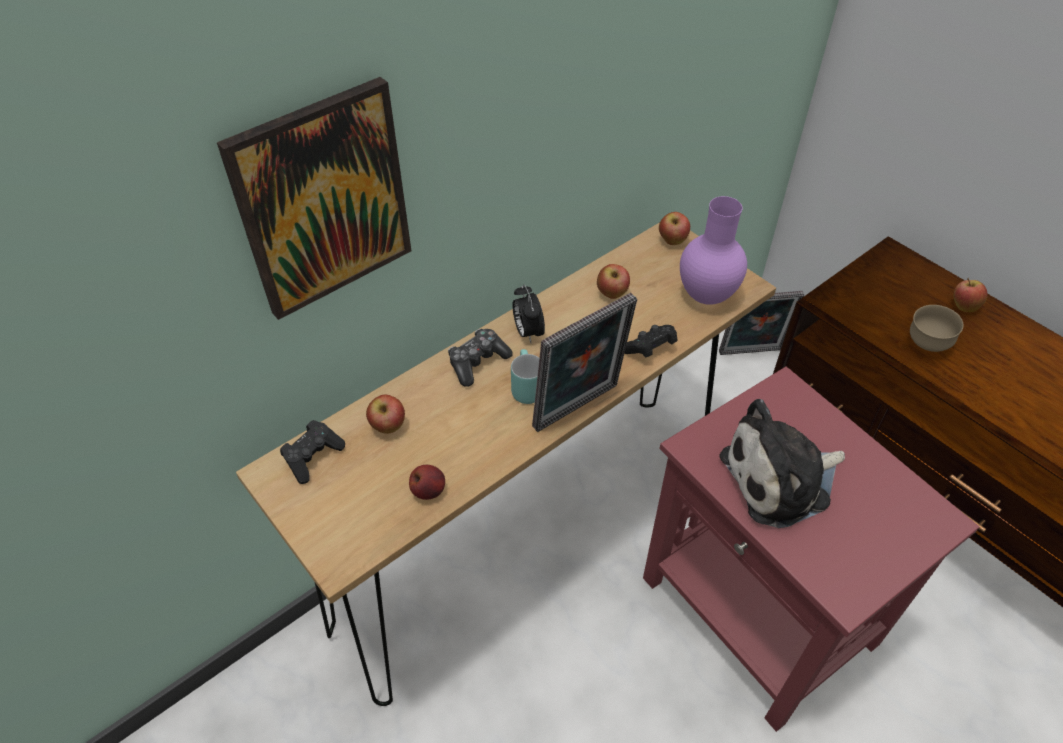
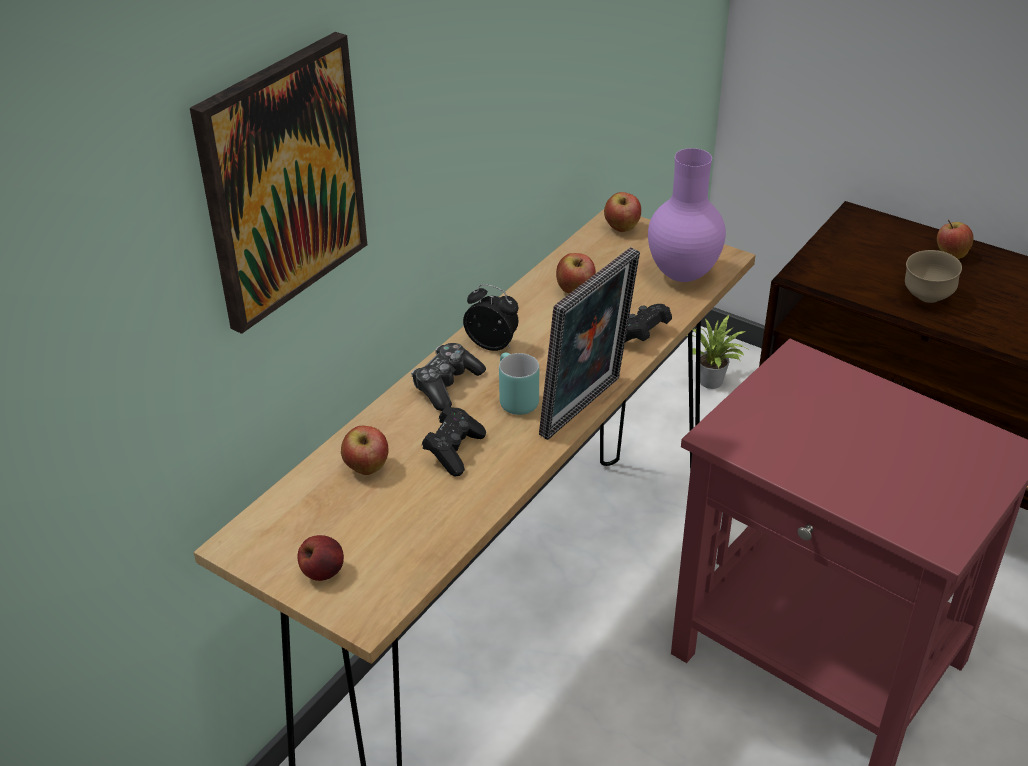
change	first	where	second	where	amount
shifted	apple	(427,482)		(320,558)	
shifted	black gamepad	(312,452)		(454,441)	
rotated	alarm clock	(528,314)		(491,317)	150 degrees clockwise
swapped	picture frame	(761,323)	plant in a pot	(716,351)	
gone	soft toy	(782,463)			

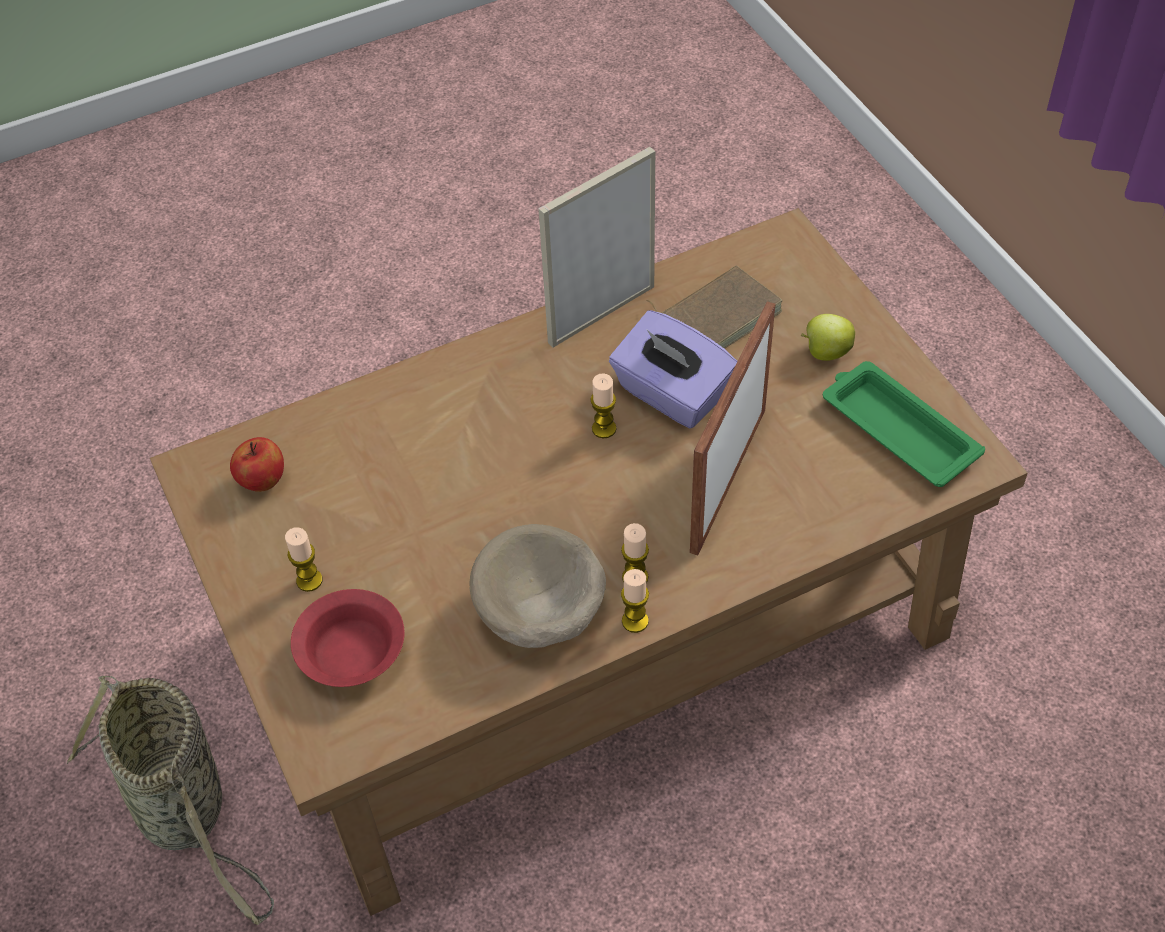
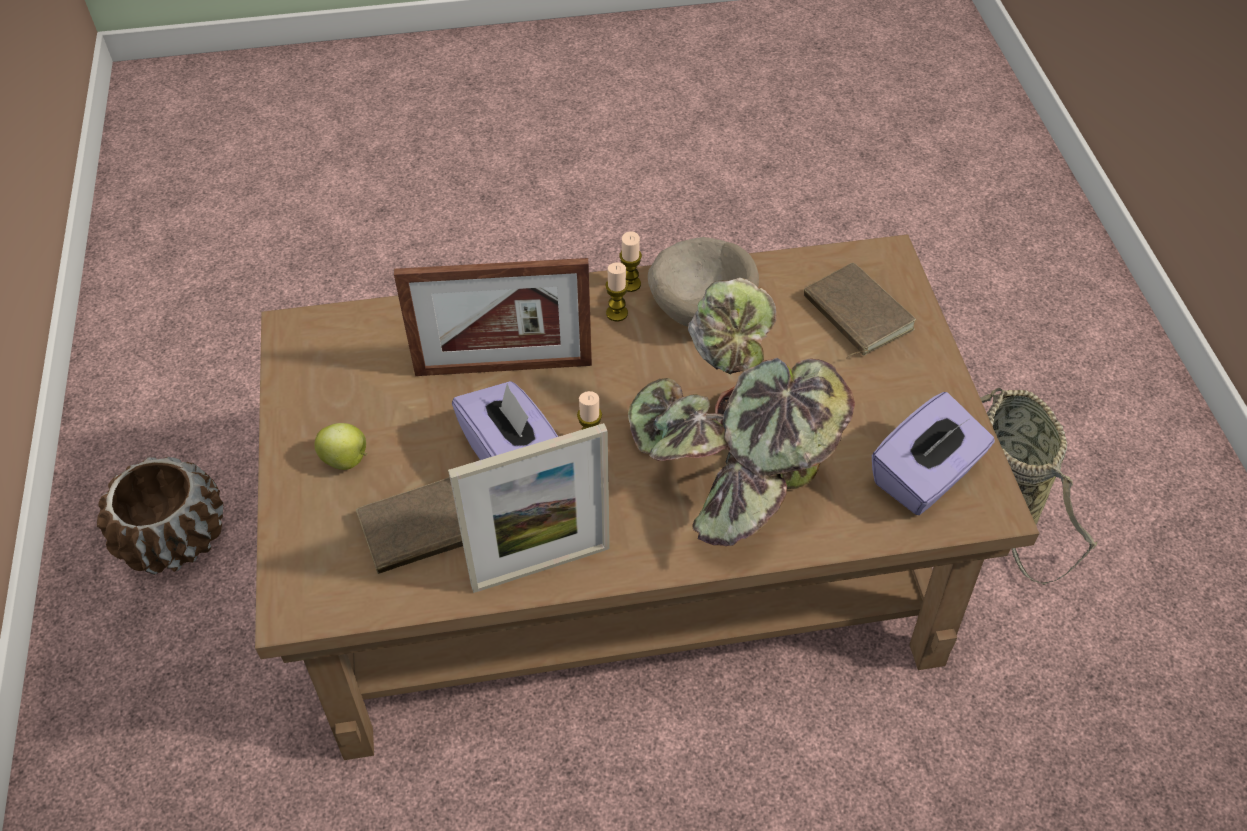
change	first	where	second	where	amount
new			brown-coloured planter	(160,516)	
rotated	picture frame	(732,428)		(493,317)	45 degrees clockwise
new			plant in a pot	(741,412)	
swapped	red serving bowl	(348,638)	brown-coloured book	(860,310)	
swapped	apple	(257,464)	purple tissue box	(933,453)	
gone	candle	(304,560)			
gone	green-coloured tray	(904,424)			

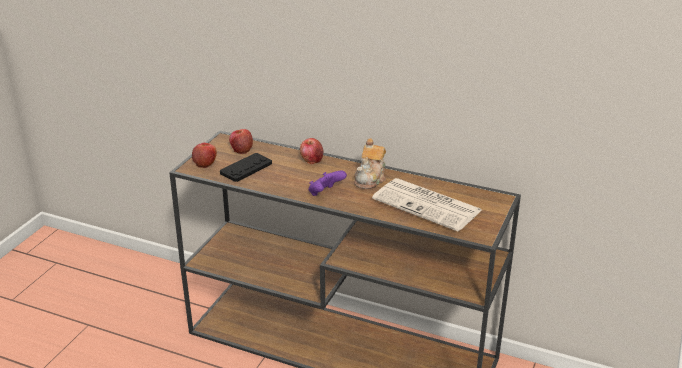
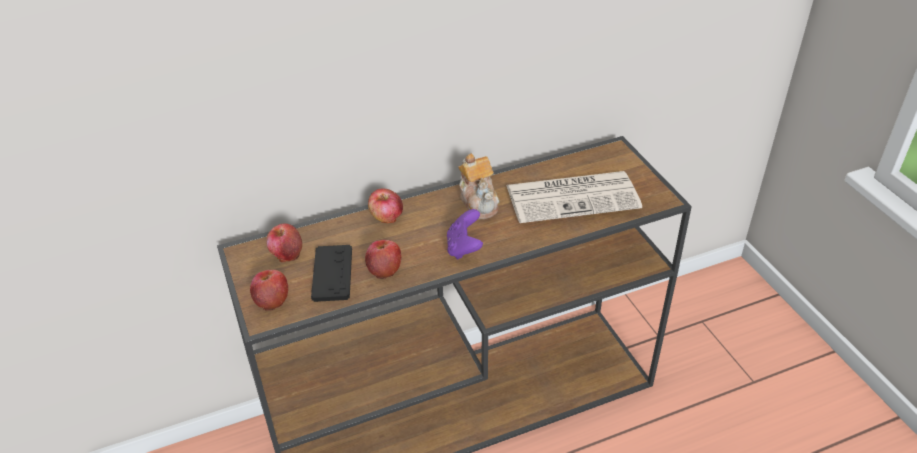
change	first	where	second	where	amount
new			apple	(383,259)	

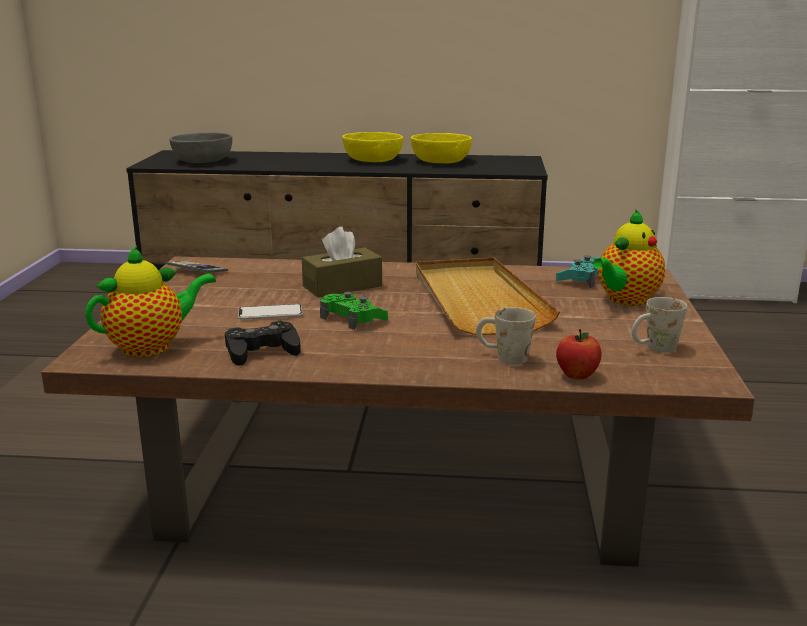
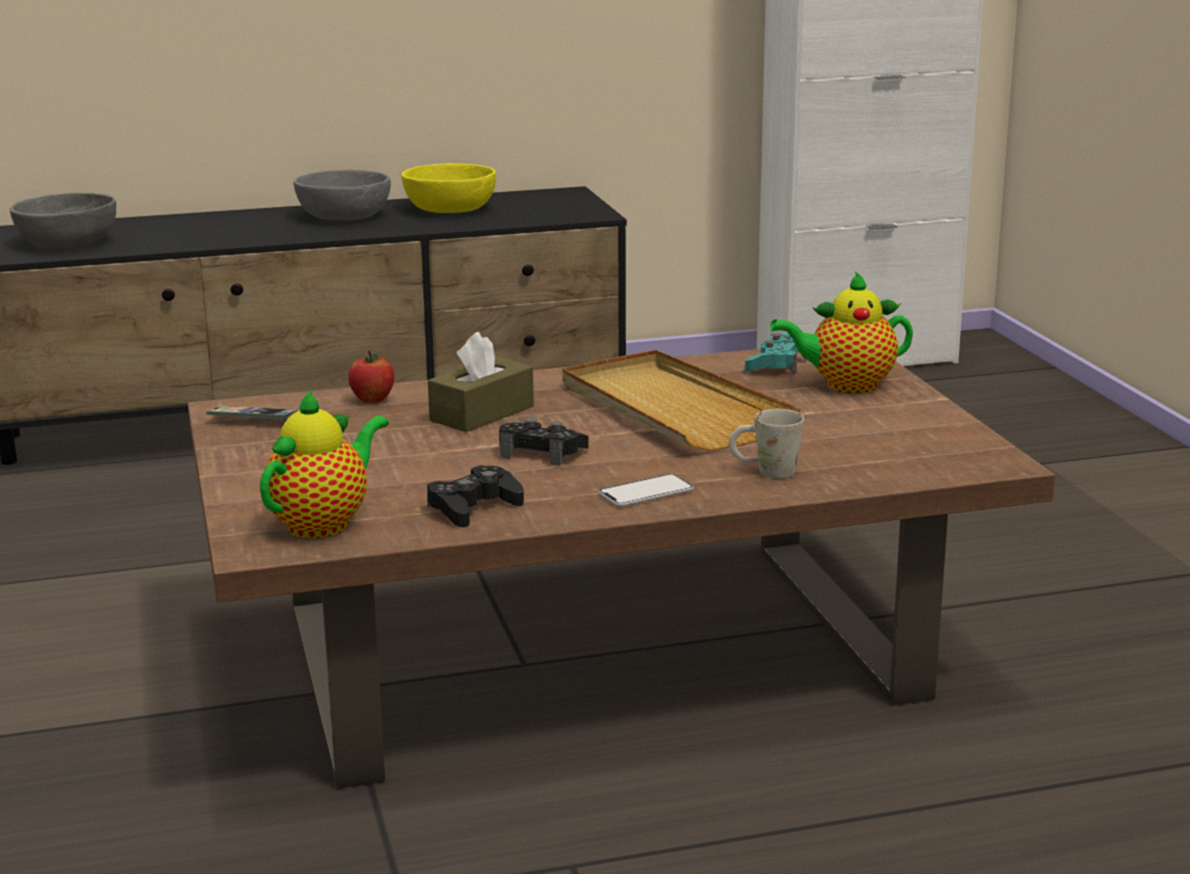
change	first	where	second	where	amount
repainted	yellowish serving bowl	(372,147)	gray serving bowl	(342,195)	
shifted	apple	(579,354)		(371,376)	
repainted	green-coloured gamepad	(354,311)	black gamepad	(544,442)	
shifted	phone	(270,312)		(646,490)	
rotated	pot for tea	(629,258)		(841,332)	60 degrees clockwise
gone	white-coloured tea mug	(659,324)			

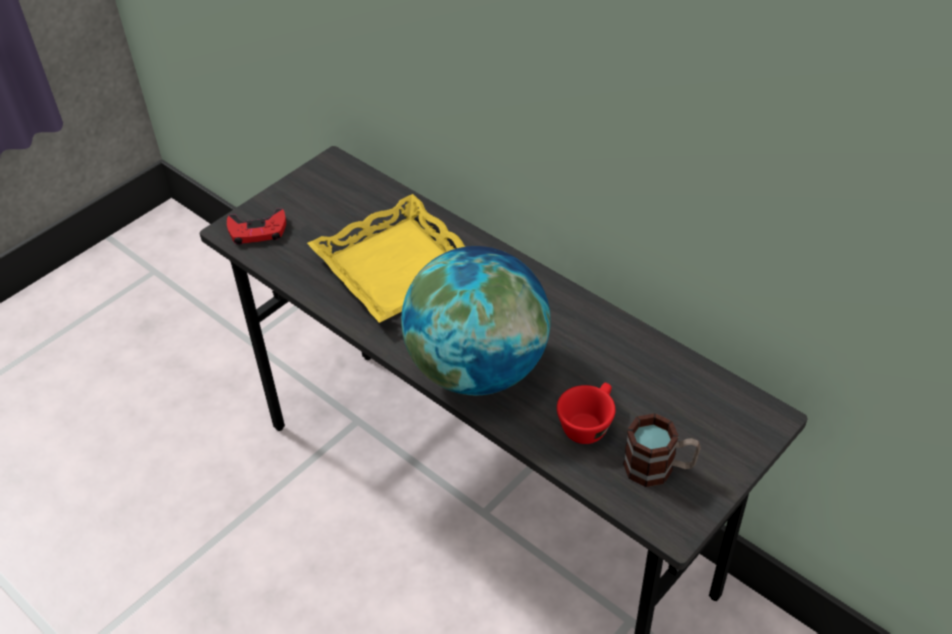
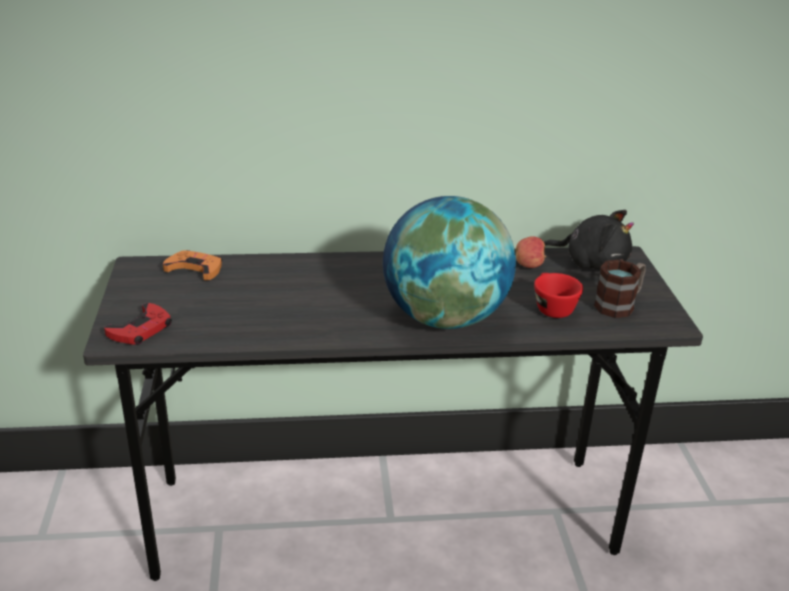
change	first	where	second	where	amount
new			orangey gamepad	(192,265)	
new			apple	(531,252)	
new			black soft toy	(589,239)	
gone	yellowish tray	(386,258)			

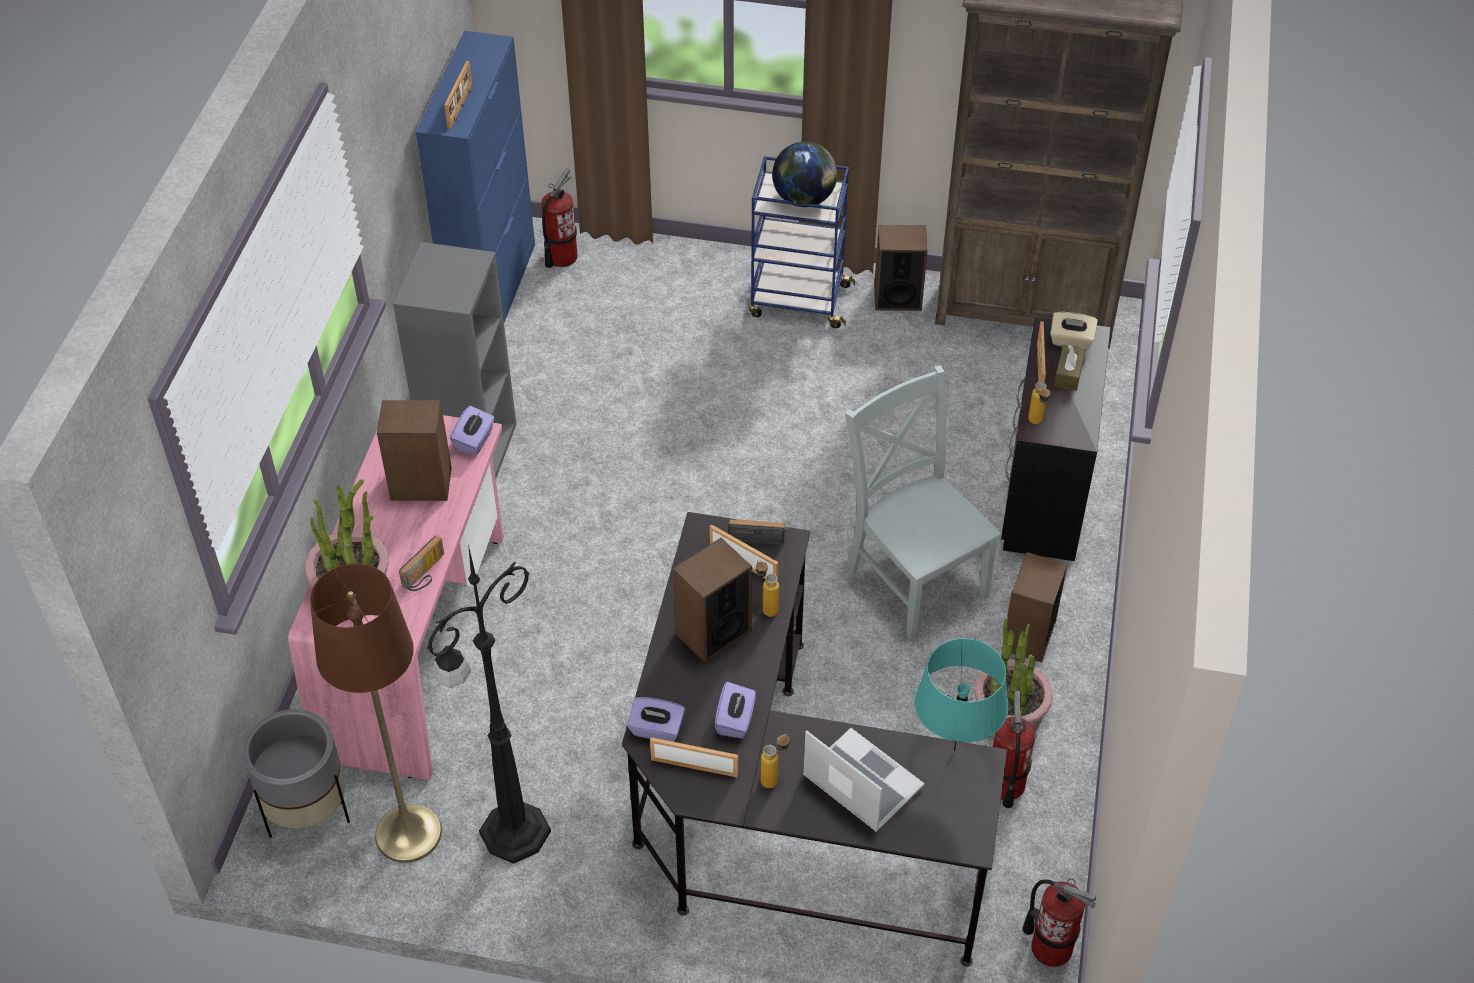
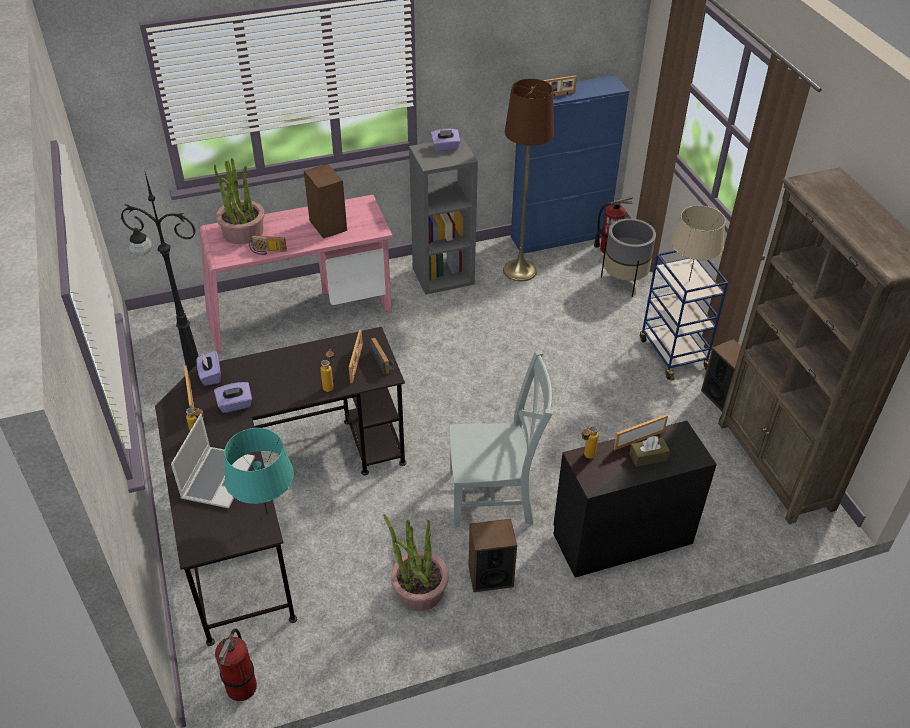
change	first	where	second	where	amount
shifted	purple tissue box	(472,431)		(445,140)	
rotated	gray upright chair	(923,502)		(502,438)	60 degrees clockwise
shifted	brown-coloured standing lamp	(376,713)		(528,180)	
shifted	gray planter	(296,773)		(628,257)	
swapped	desk globe	(804,174)	beige tabletop lamp	(698,243)	
gone	speaker	(712,600)			
gone	fire-fighting cylinder	(1014,749)			
gone	beige tissue box	(1074,331)			

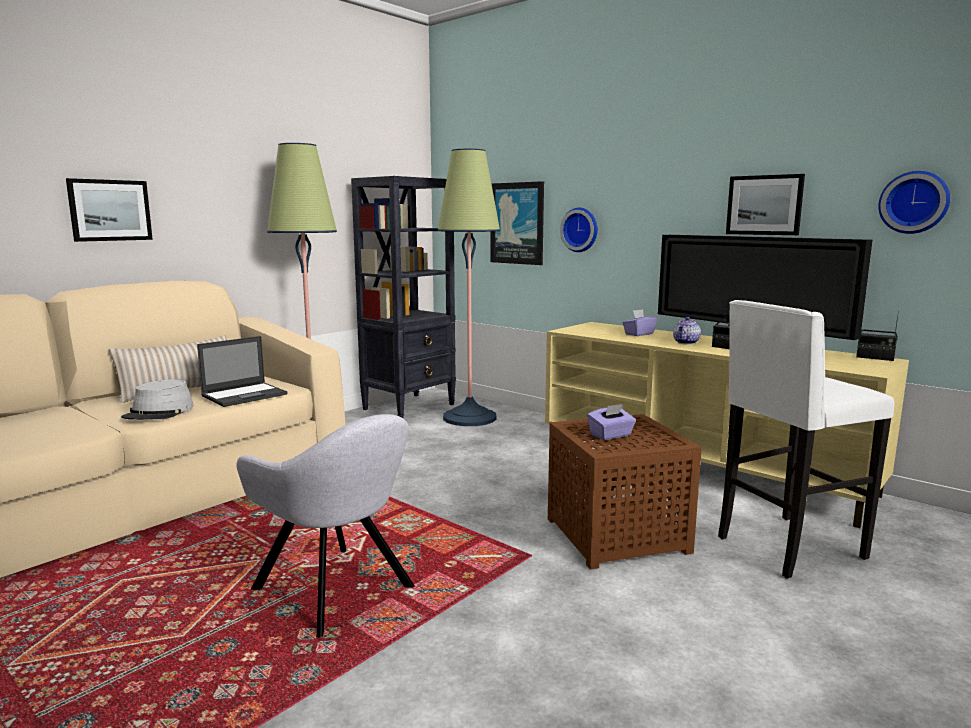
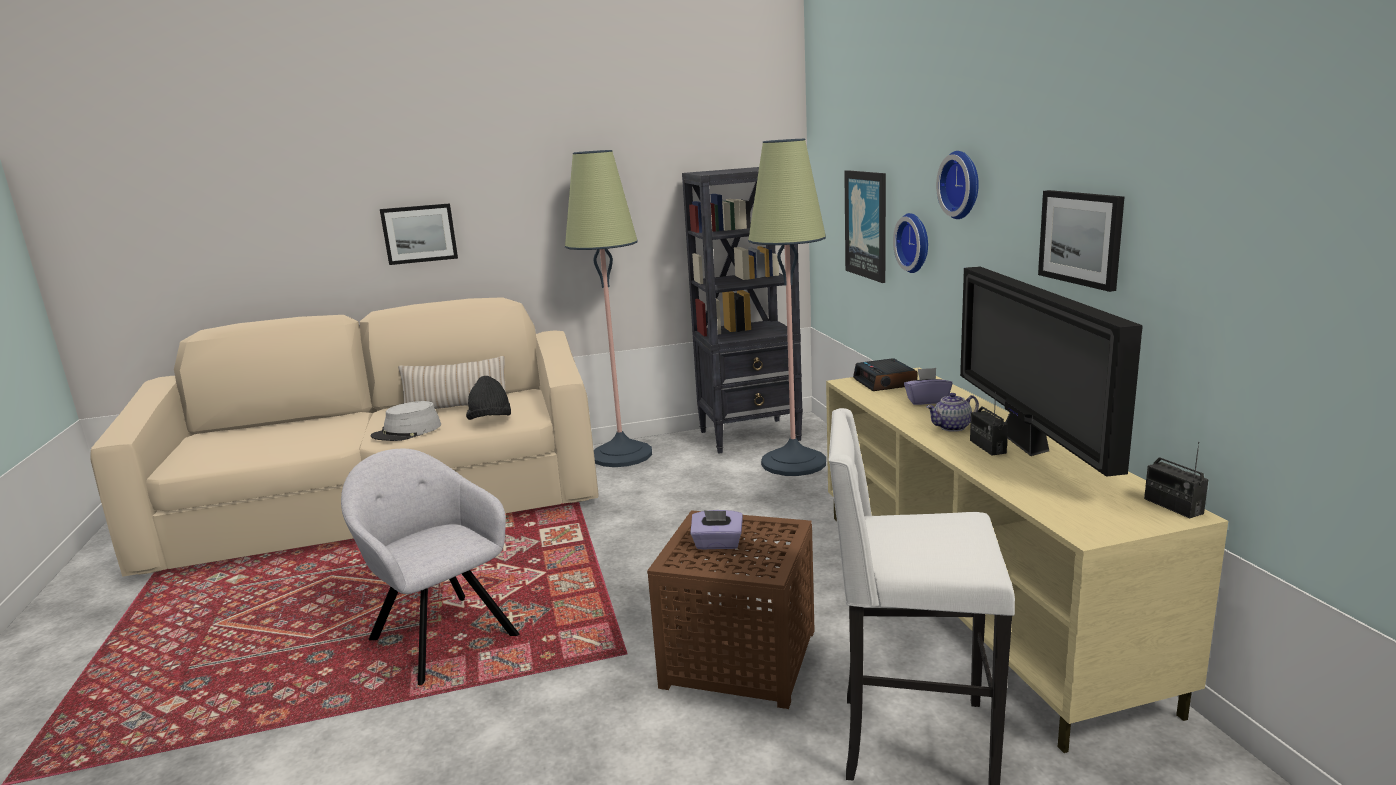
change	first	where	second	where	amount
rotated	gray easy chair	(325,525)		(430,567)	150 degrees clockwise
swapped	portable computer	(242,371)	black clothing hat	(488,398)	
new			alarm clock	(885,374)	
shifted	wall clock	(914,202)		(957,185)	

